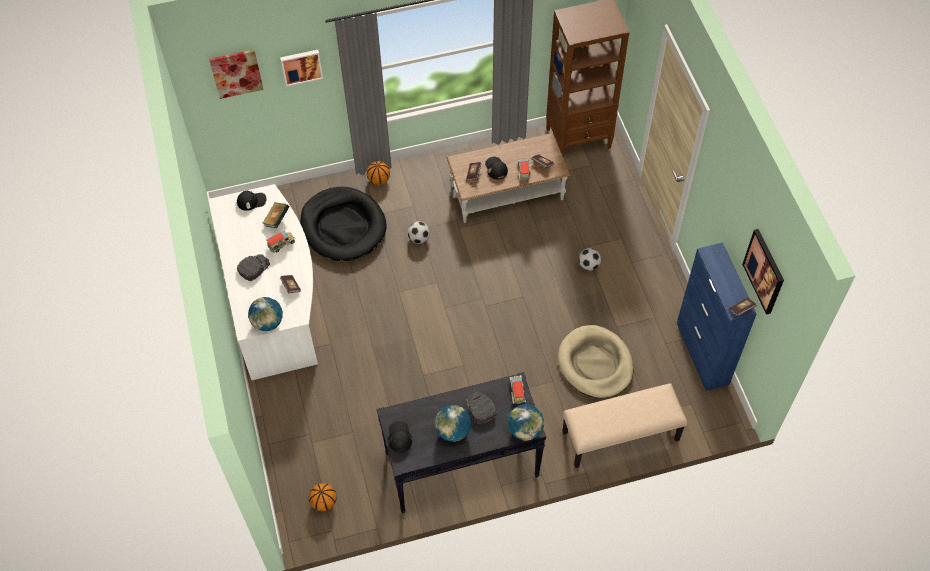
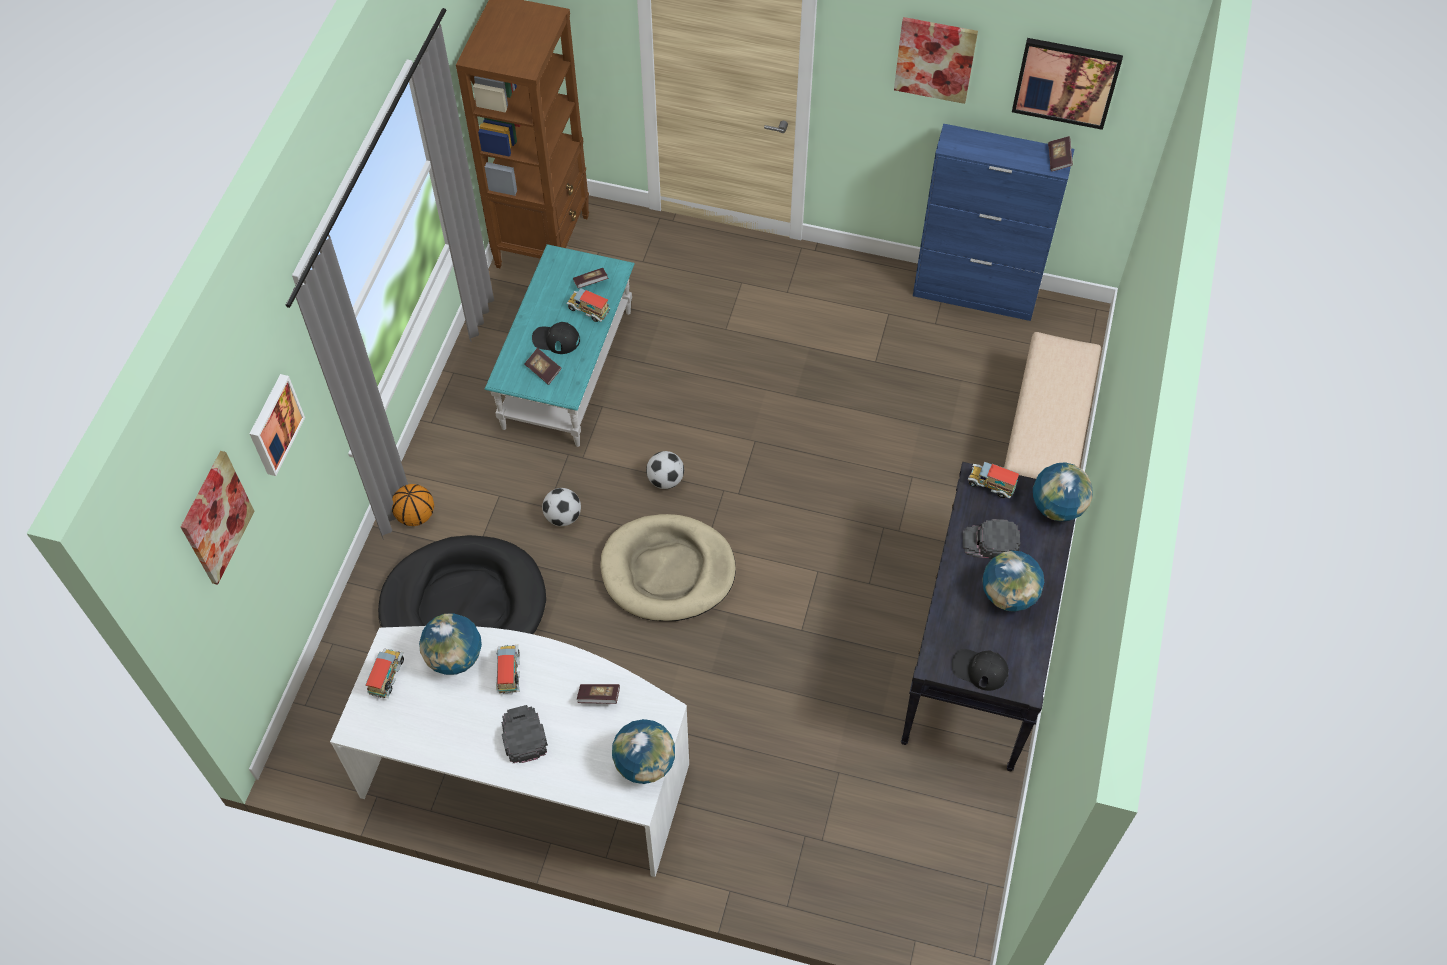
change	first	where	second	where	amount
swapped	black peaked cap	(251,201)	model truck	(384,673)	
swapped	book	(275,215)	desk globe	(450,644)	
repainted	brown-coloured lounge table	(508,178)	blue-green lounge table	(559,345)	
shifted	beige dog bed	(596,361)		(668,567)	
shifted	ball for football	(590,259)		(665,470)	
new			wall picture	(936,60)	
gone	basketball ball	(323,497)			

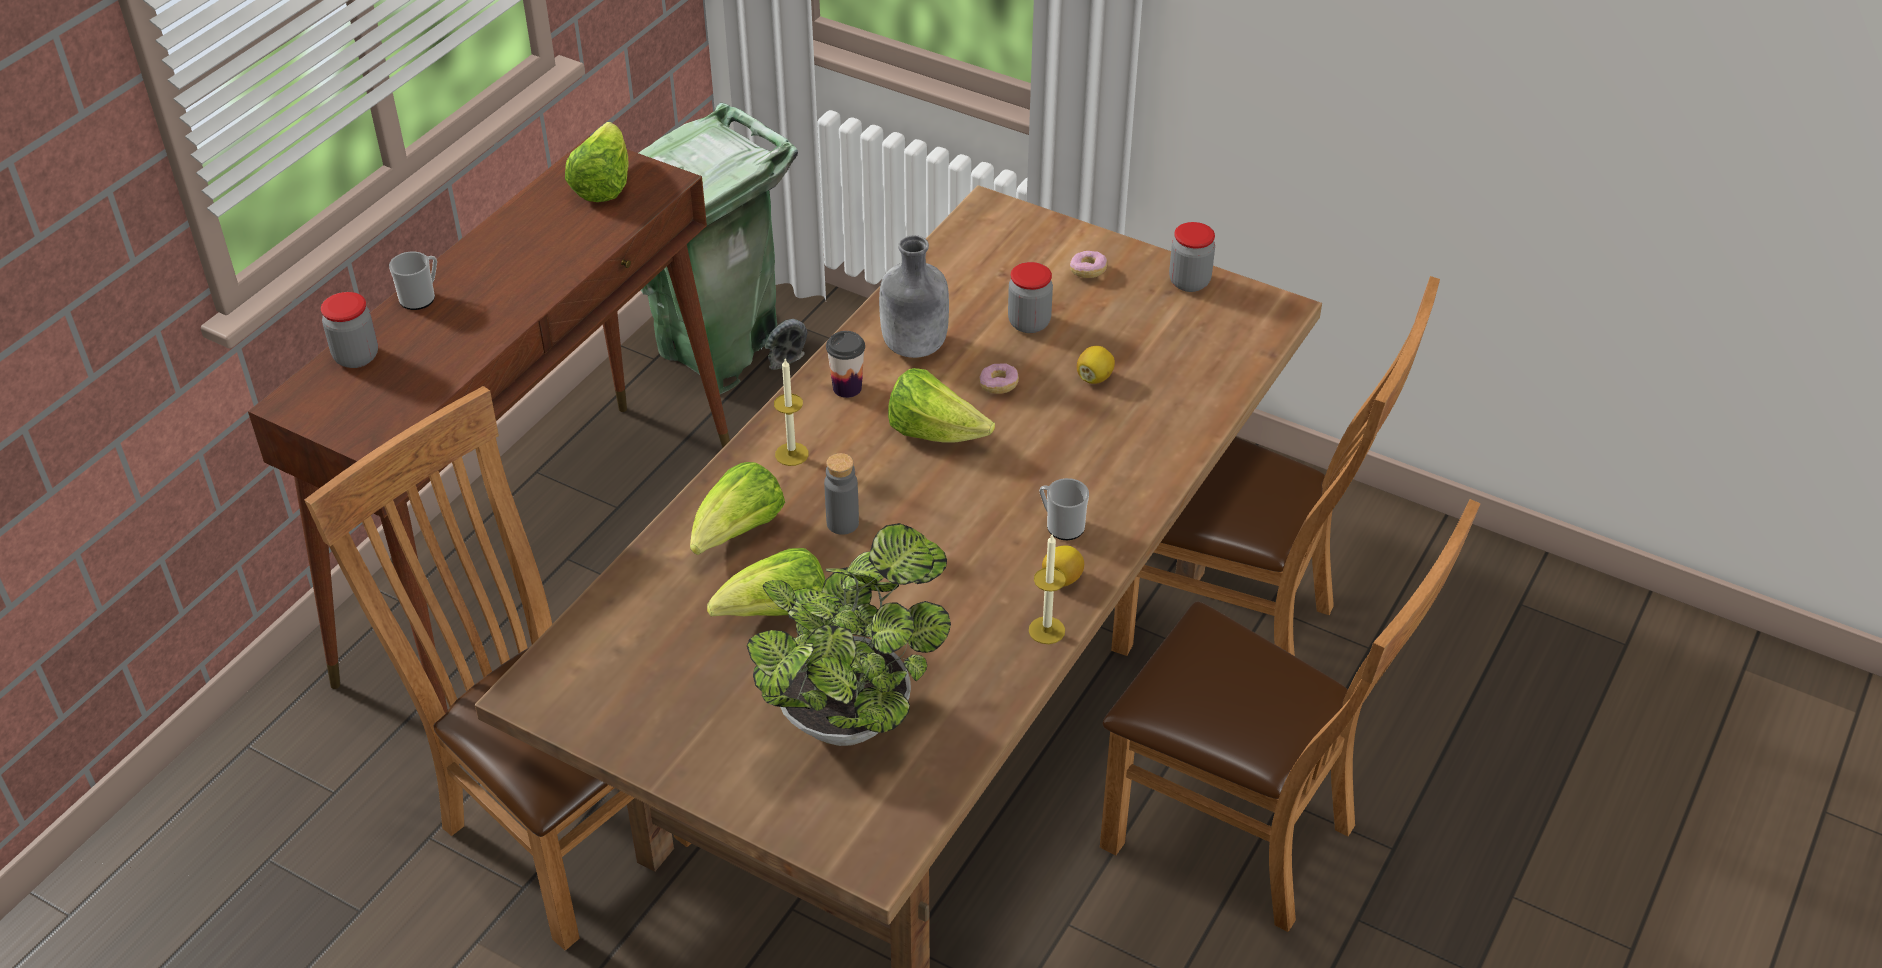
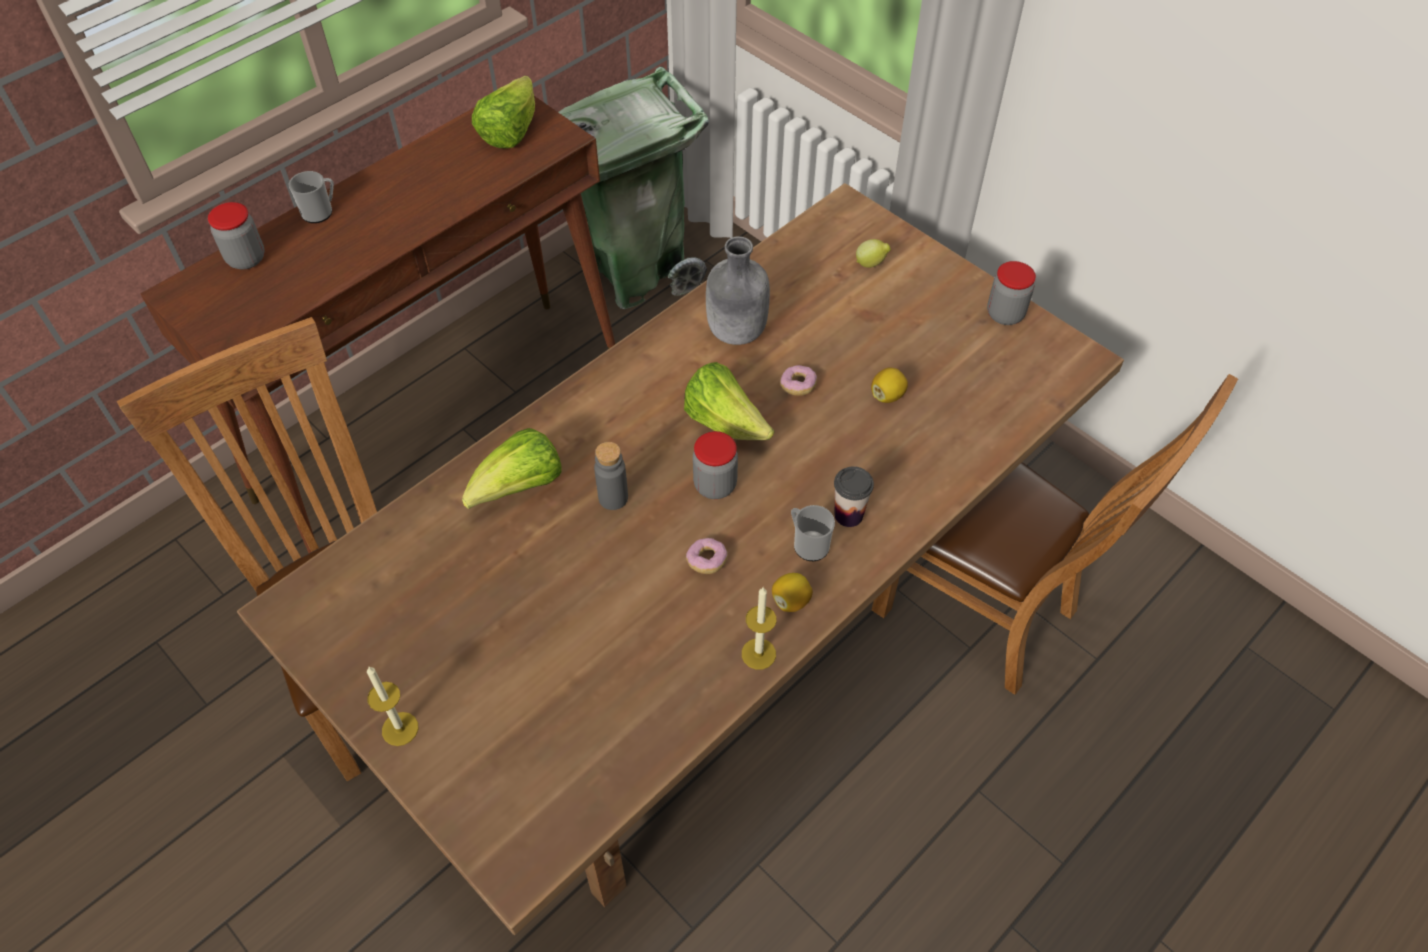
change	first	where	second	where	amount
shifted	candle	(791,412)		(392,706)	
shifted	doughnut	(1088,264)		(707,556)	
shifted	storage jar	(1030,297)		(715,465)	
shifted	drinking cup	(845,364)		(854,496)	
new			citrus fruit	(873,253)	
gone	lettuce	(766,582)			
gone	plant in a pot	(849,634)			
gone	brown-coloured upright chair	(1290,715)			

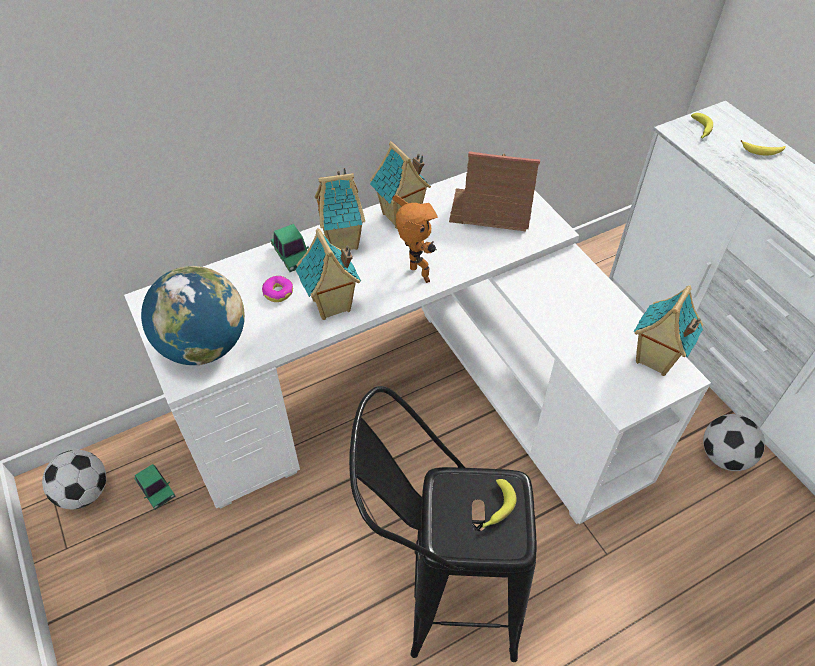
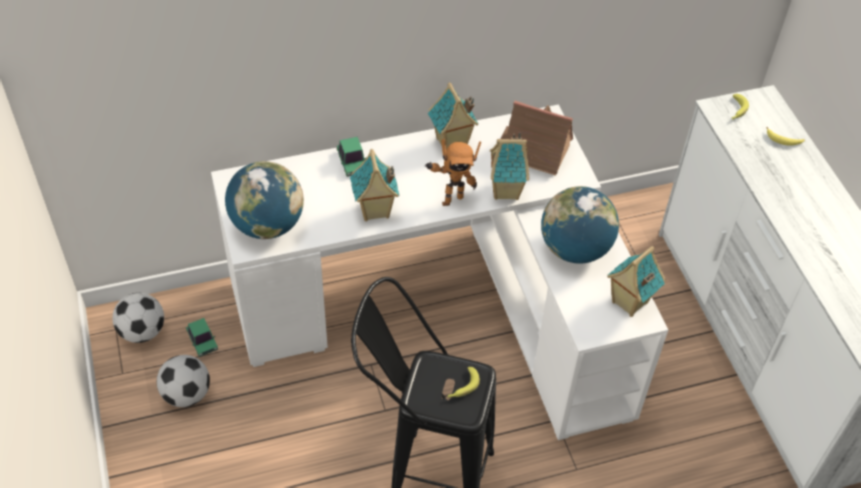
change	first	where	second	where	amount
shifted	ball for football	(734,442)		(183,381)	
rotated	toy robot	(415,239)		(453,172)	90 degrees clockwise
shifted	toy house	(340,209)		(509,166)	
new			desk globe	(580,225)	
gone	doughnut	(277,289)			

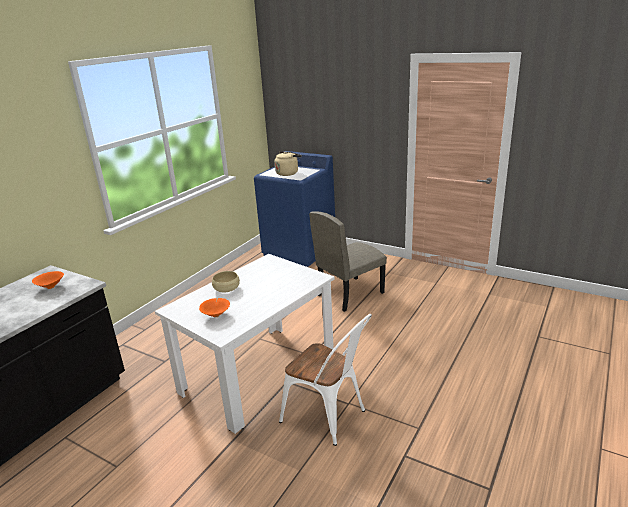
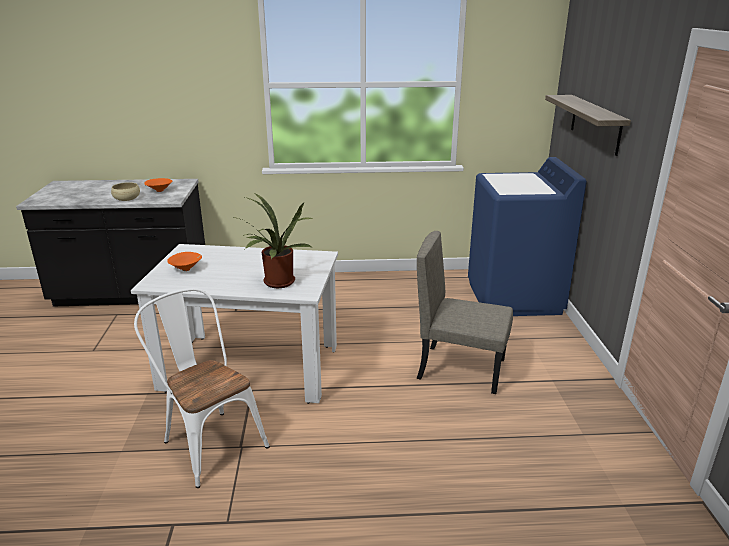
change	first	where	second	where	amount
shifted	beige serving bowl	(226,281)		(125,191)	
rotated	white-coloured upright chair	(325,380)		(202,388)	135 degrees clockwise
new			plant in a pot	(275,240)	
new			shelf	(588,125)	
gone	beige water kettle	(288,163)			

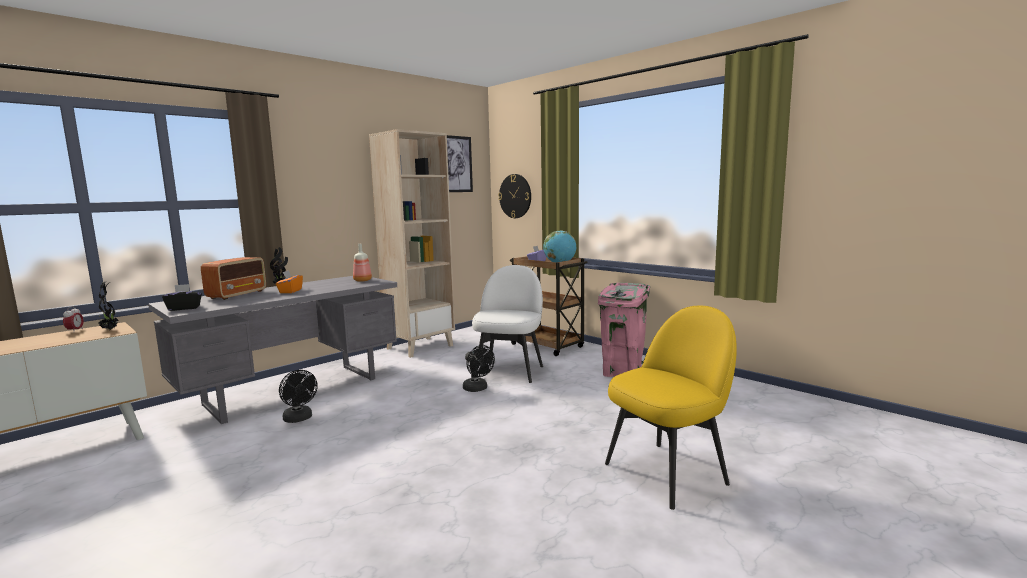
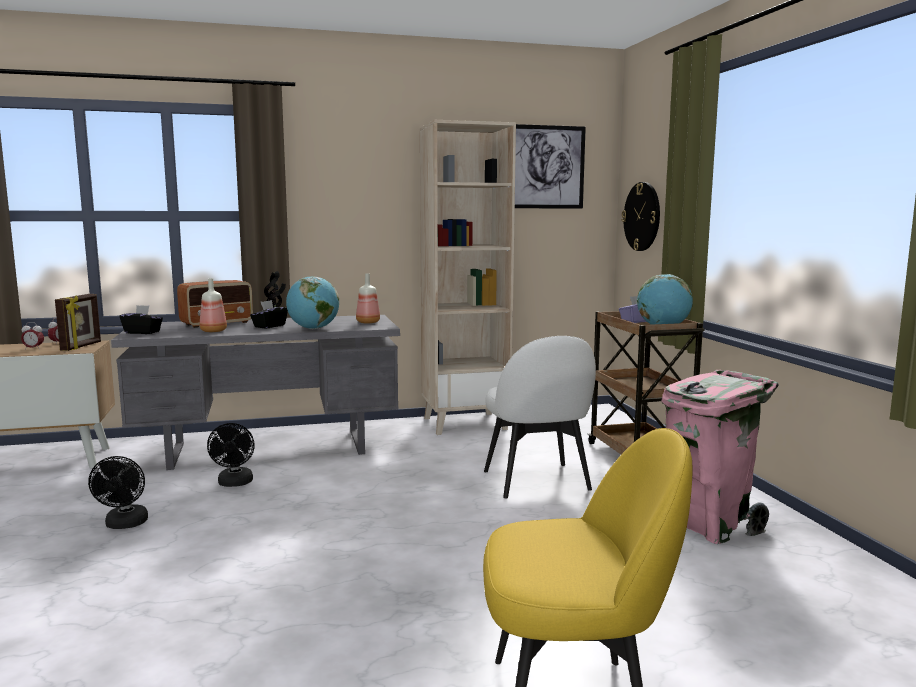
change	first	where	second	where	amount
new			alarm clock	(32,336)	
swapped	plant in a pot	(108,306)	picture frame	(78,322)	
shifted	black cooling fan	(479,368)		(118,492)	
new			bottle	(213,305)	
repainted	orangey tissue box	(289,281)	black tissue box	(269,314)	
new			desk globe	(312,303)	
rotated	white-coloured upright chair	(507,324)		(540,417)	120 degrees clockwise

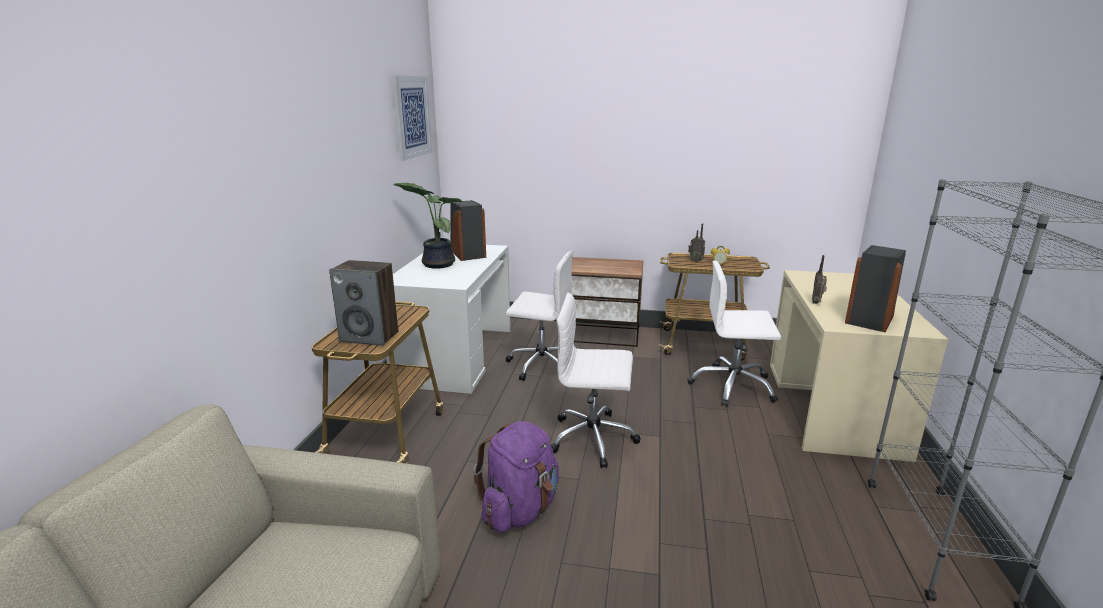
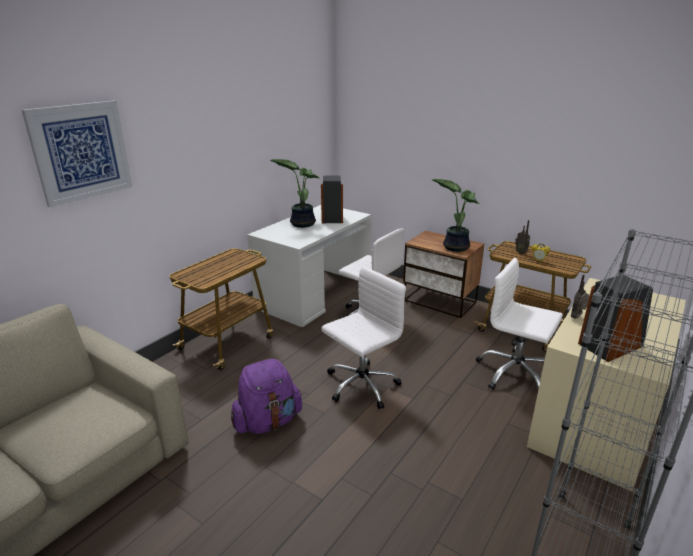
change	first	where	second	where	amount
shifted	wall picture	(412,118)		(77,154)	
rotated	white-coloured office chair	(595,380)		(363,338)	105 degrees clockwise
new			plant in a pot	(455,215)	
gone	speaker	(363,303)			

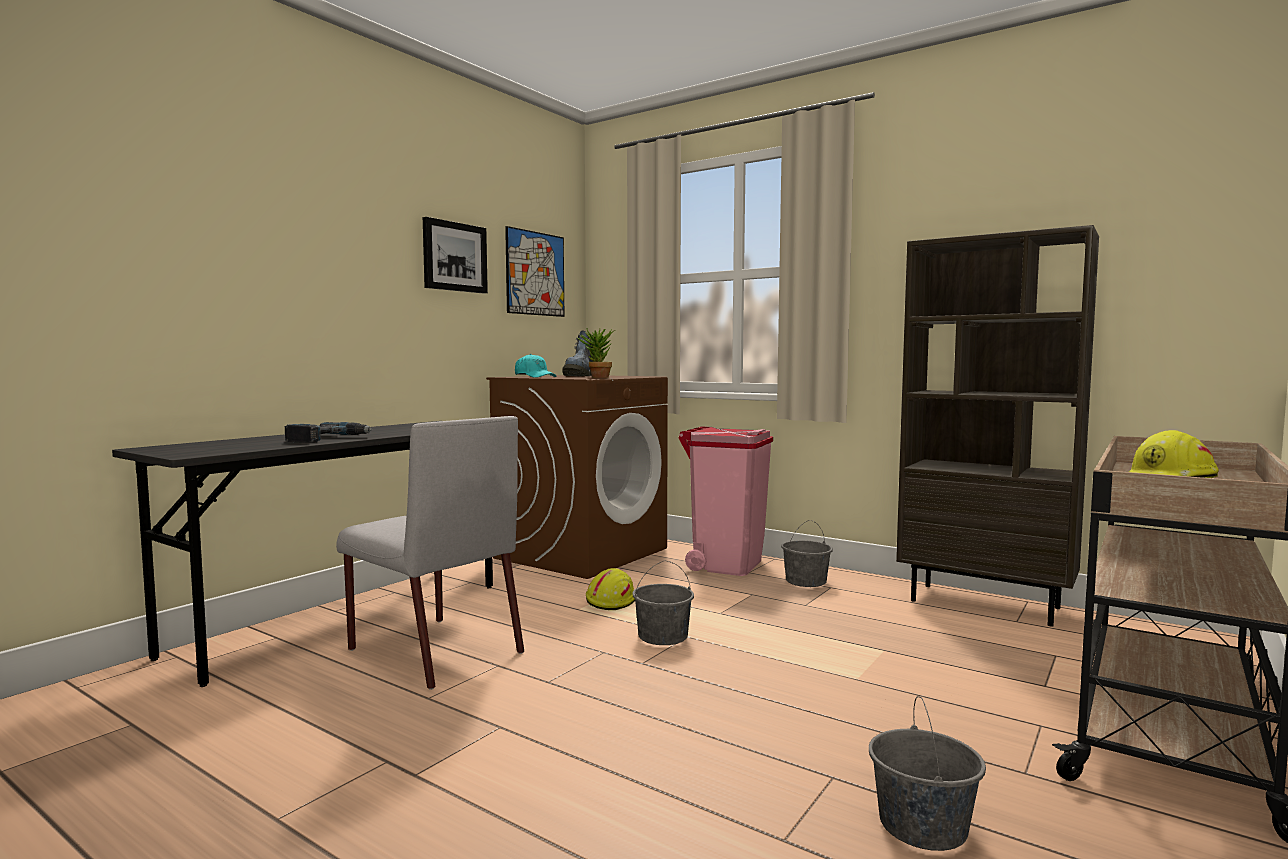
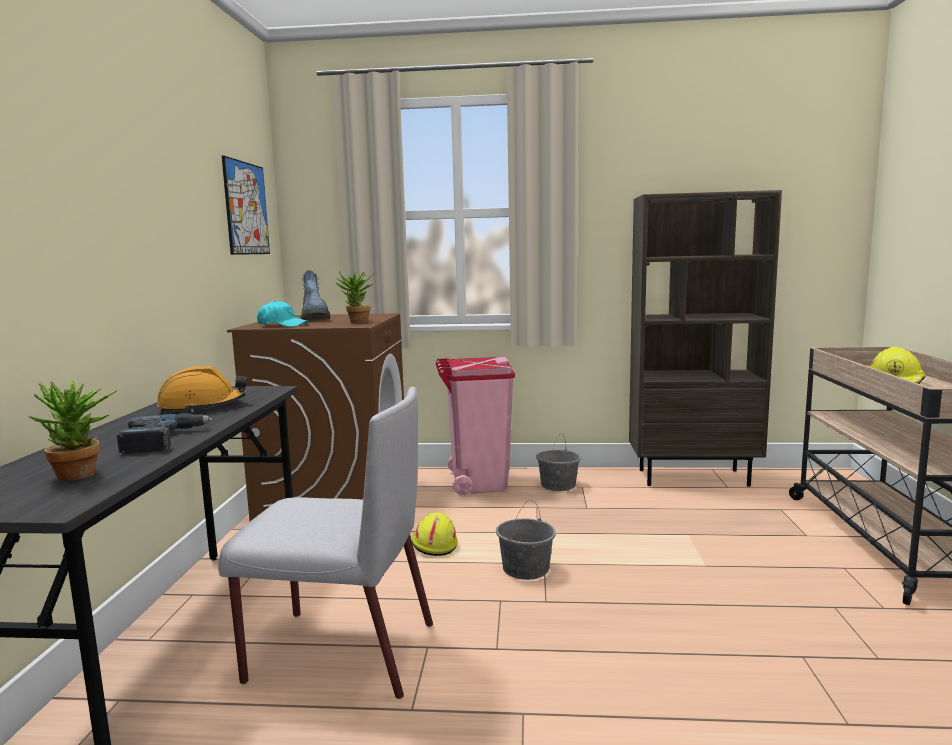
change	first	where	second	where	amount
new			plant in a pot	(72,430)	
new			orangey work helmet	(202,389)	
gone	wall picture	(455,255)			
gone	gray bucket	(927,773)			

